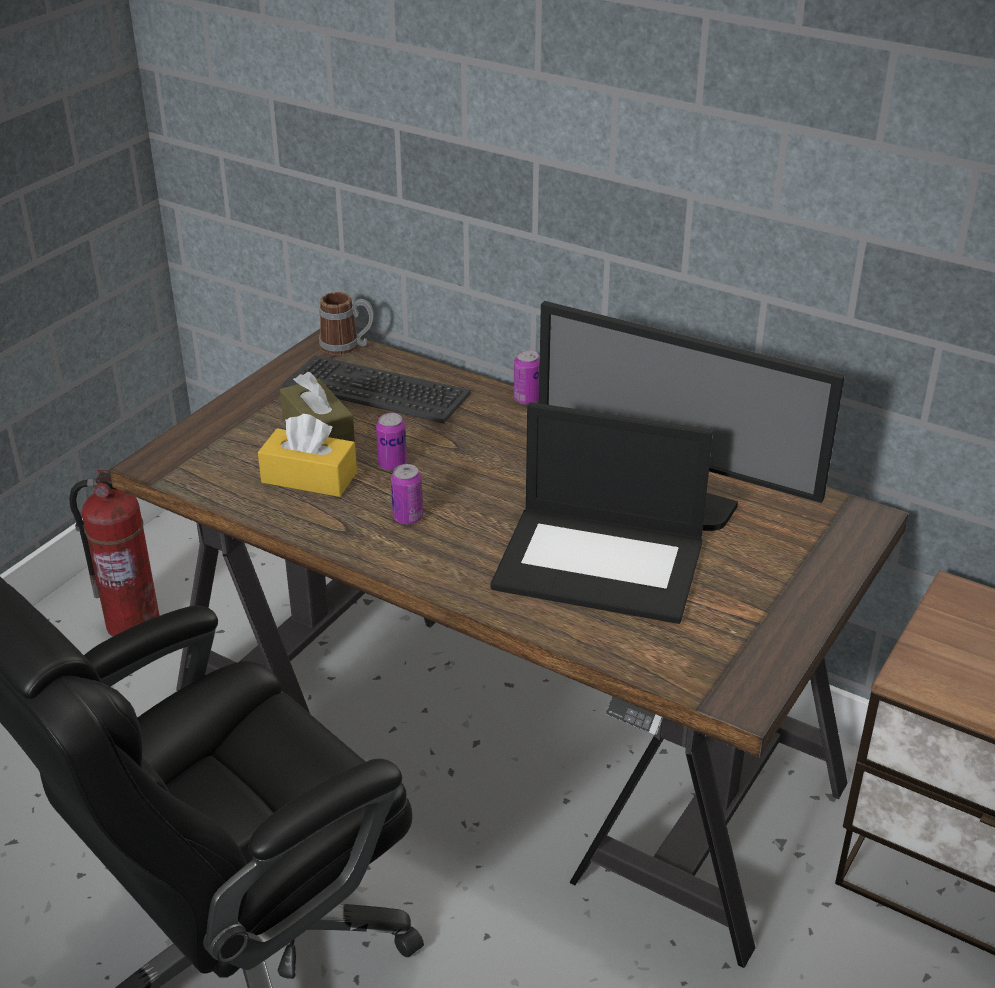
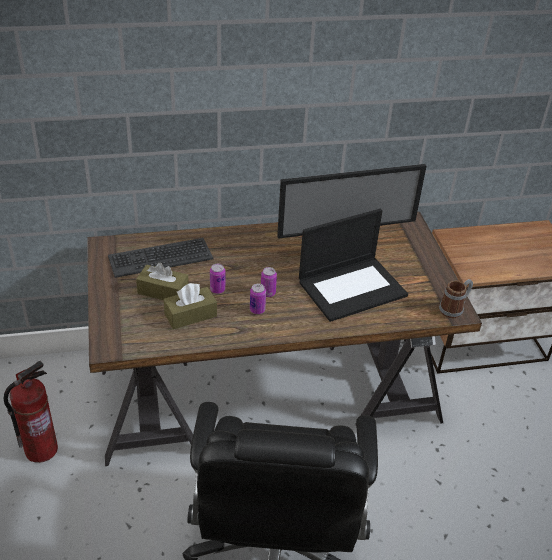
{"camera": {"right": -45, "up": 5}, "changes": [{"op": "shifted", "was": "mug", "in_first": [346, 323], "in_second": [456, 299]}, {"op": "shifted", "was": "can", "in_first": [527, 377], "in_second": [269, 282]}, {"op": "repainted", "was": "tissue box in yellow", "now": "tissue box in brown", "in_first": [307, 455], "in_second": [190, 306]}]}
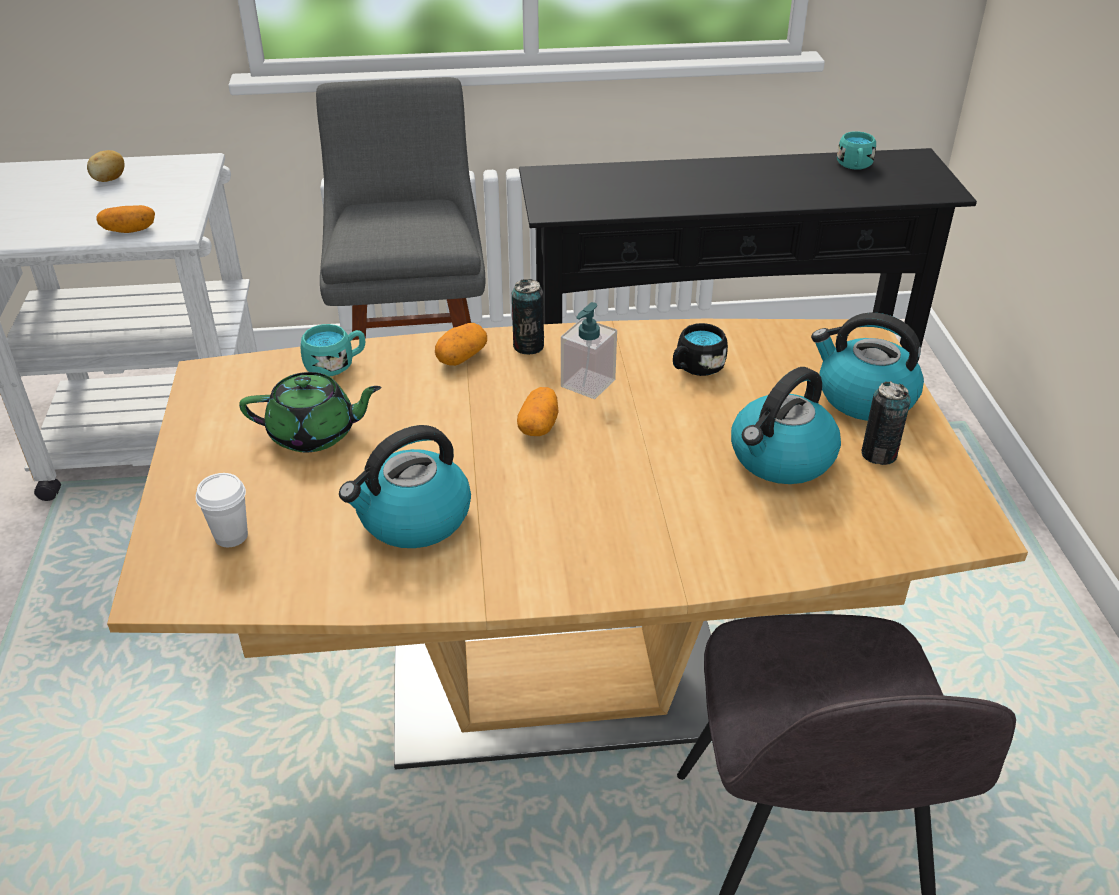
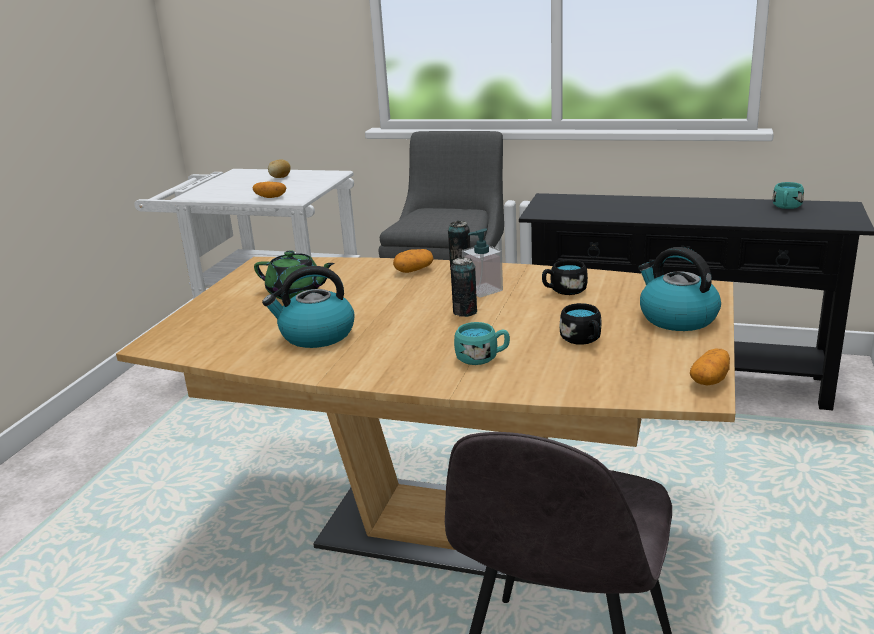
{"camera": {"right": 25, "up": -15}, "changes": [{"op": "shifted", "was": "mug in turquoise", "in_first": [333, 350], "in_second": [482, 343]}, {"op": "swapped", "was": "kettle", "now": "mug in black", "in_first": [786, 425], "in_second": [580, 324]}, {"op": "shifted", "was": "can", "in_first": [886, 423], "in_second": [464, 287]}, {"op": "shifted", "was": "potato", "in_first": [538, 411], "in_second": [710, 366]}, {"op": "gone", "was": "cup in white", "in_first": [222, 510]}]}
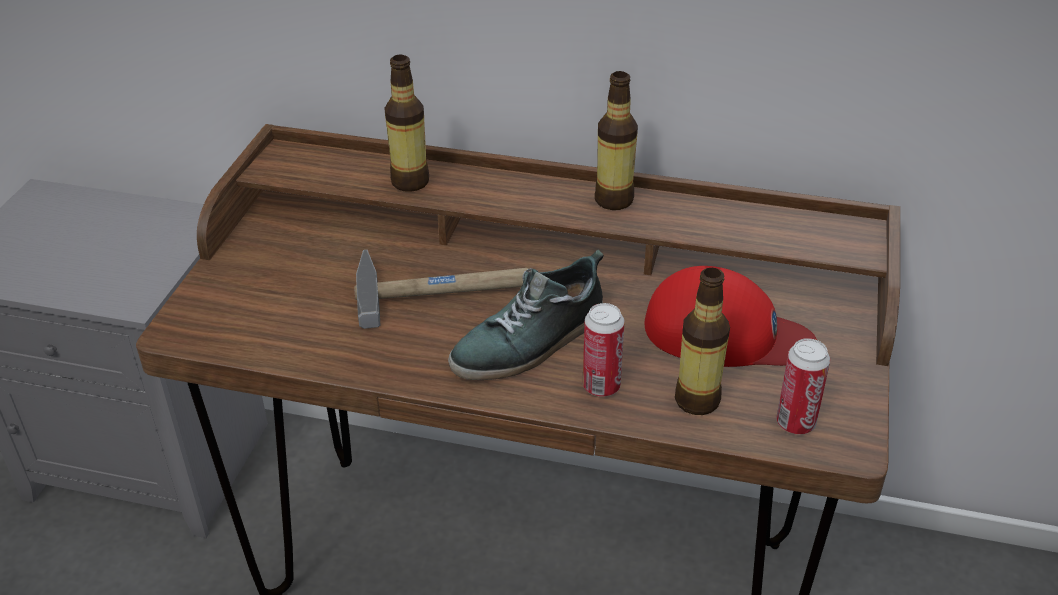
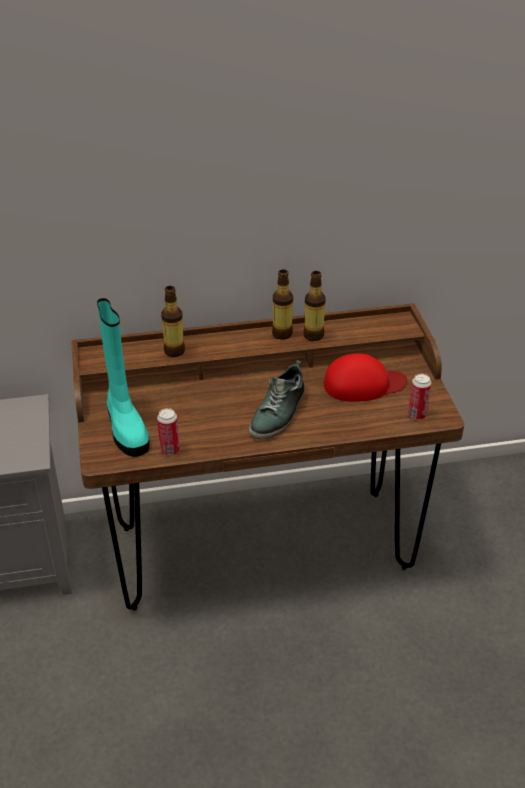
{"camera": {"right": -25, "up": 0}, "changes": [{"op": "gone", "was": "hammer", "in_first": [441, 289]}, {"op": "shifted", "was": "bottle", "in_first": [702, 341], "in_second": [314, 306]}, {"op": "shifted", "was": "can", "in_first": [604, 350], "in_second": [168, 432]}, {"op": "new", "now": "boot in turquoise", "in_second": [123, 377]}]}
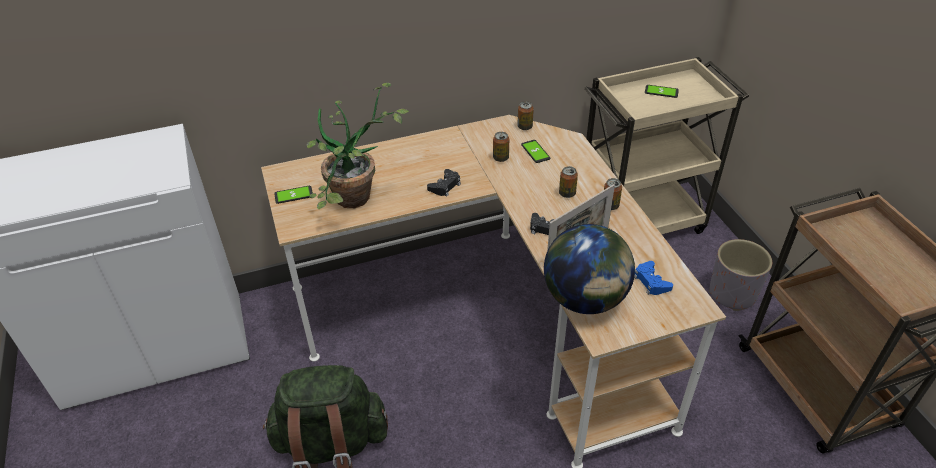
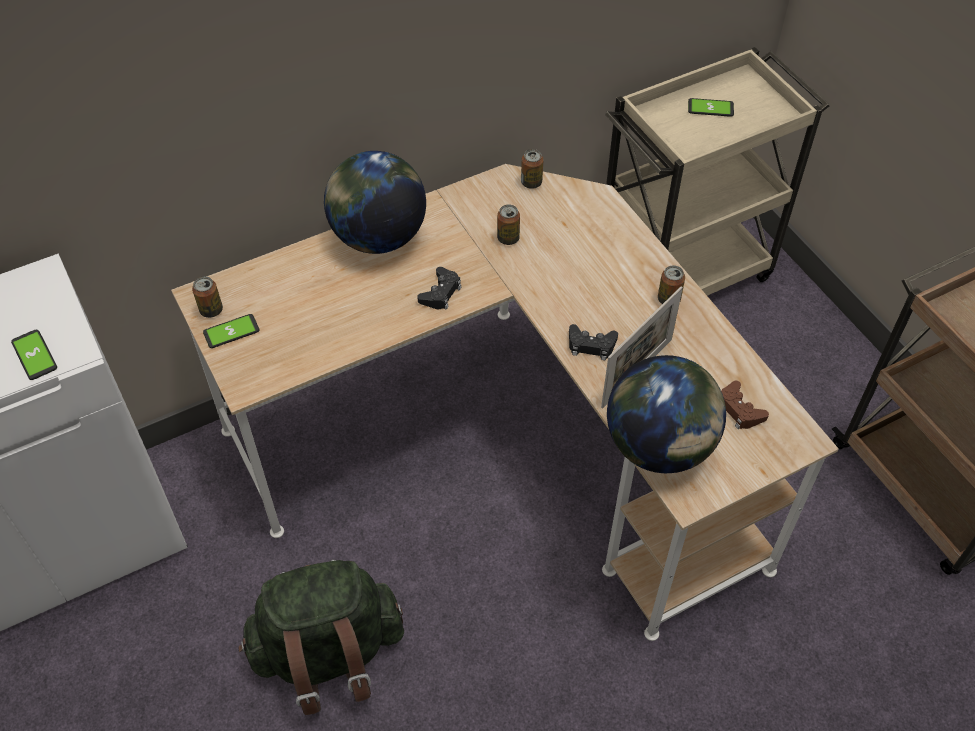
{"camera": {"right": -10, "up": 10}, "changes": [{"op": "gone", "was": "potted plant", "in_first": [358, 146]}, {"op": "shifted", "was": "phone", "in_first": [535, 151], "in_second": [34, 355]}, {"op": "shifted", "was": "can", "in_first": [568, 182], "in_second": [207, 297]}, {"op": "gone", "was": "planter in grey", "in_first": [740, 275]}, {"op": "repainted", "was": "game controller in blue", "now": "game controller in brown", "in_first": [653, 278], "in_second": [745, 405]}, {"op": "new", "now": "globe", "in_second": [375, 202]}]}
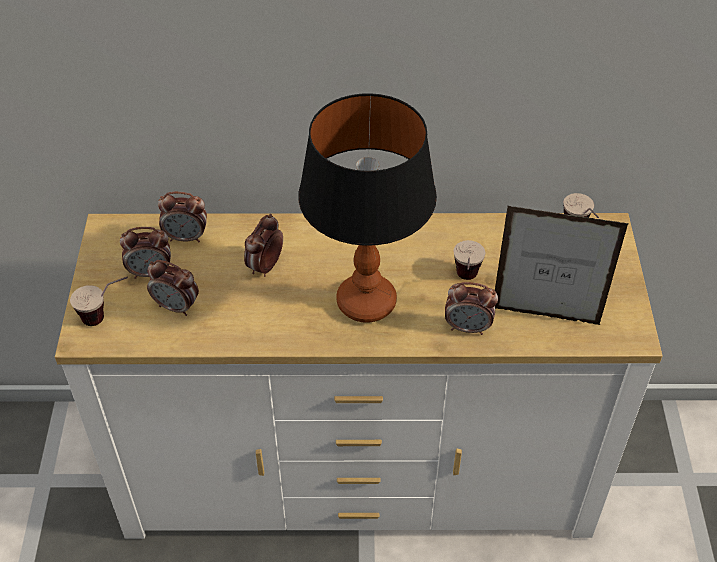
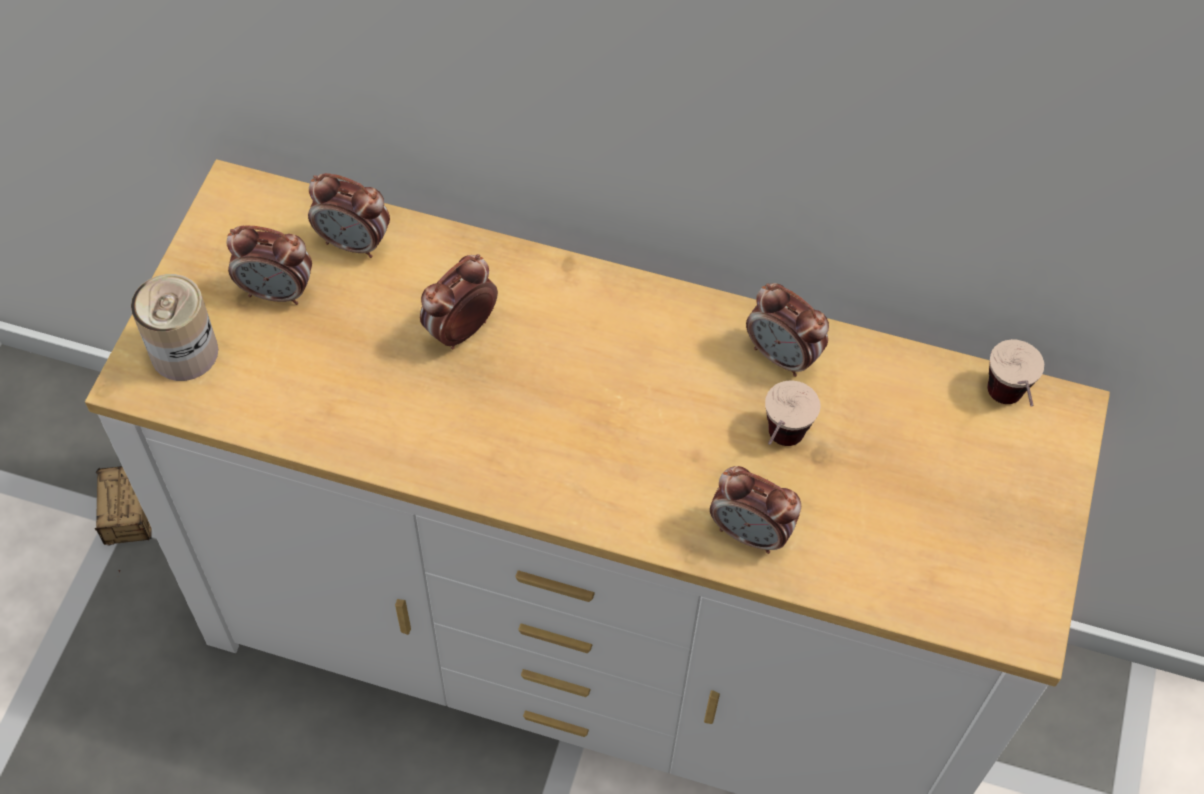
{"camera": {"right": 15, "up": 10}, "changes": [{"op": "gone", "was": "table lamp", "in_first": [367, 208]}, {"op": "gone", "was": "picture frame", "in_first": [562, 265]}, {"op": "shifted", "was": "alarm clock", "in_first": [173, 288], "in_second": [787, 330]}, {"op": "swapped", "was": "cup", "now": "can", "in_first": [99, 301], "in_second": [174, 327]}, {"op": "new", "now": "storage box", "in_second": [123, 519]}]}
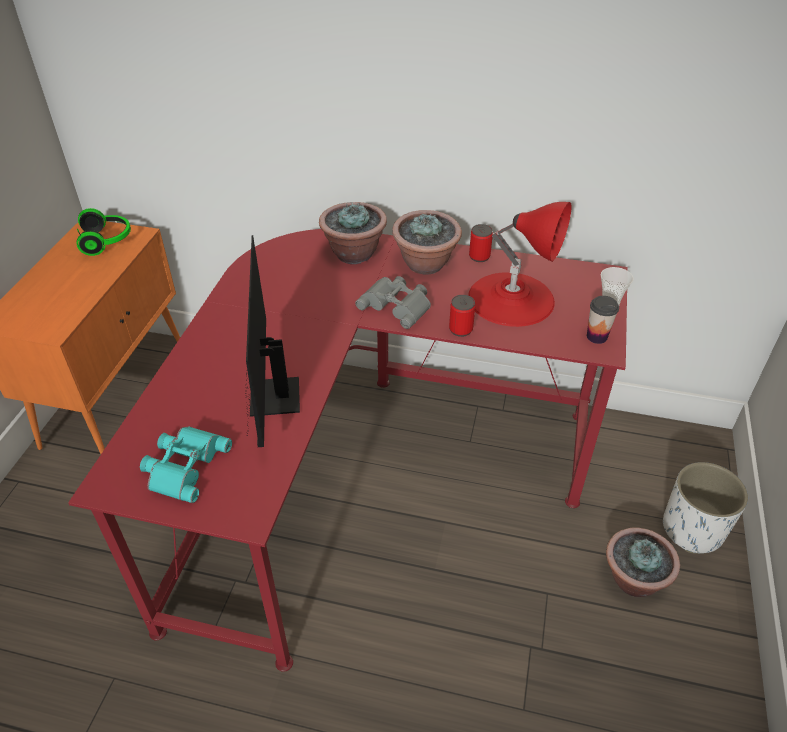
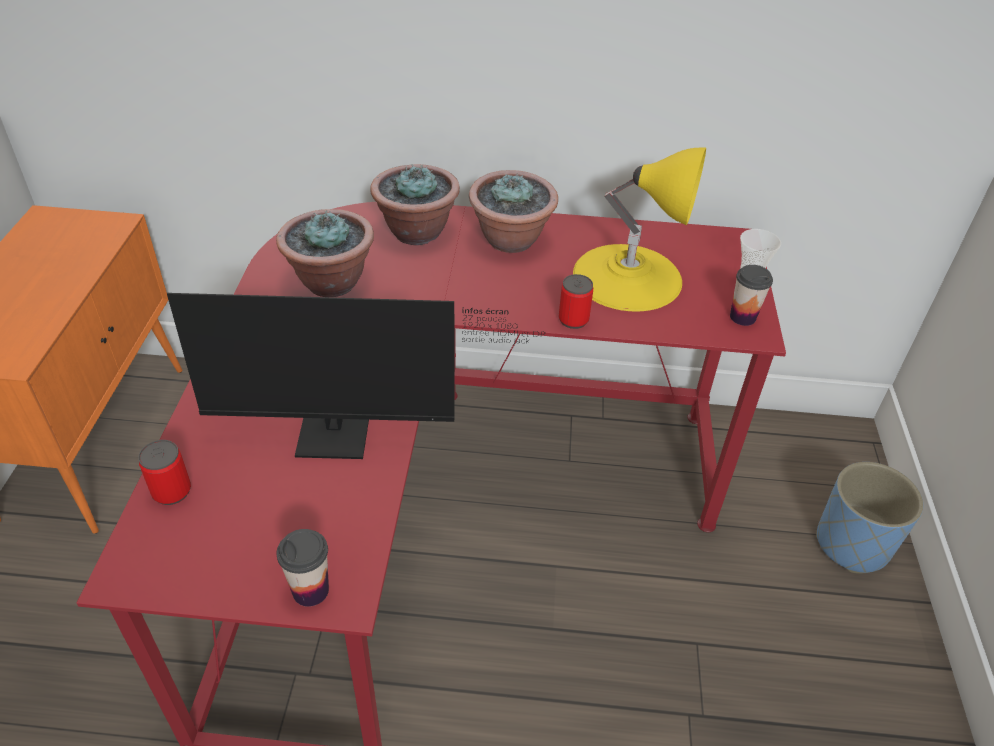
{"camera": {"right": -10, "up": 0}, "changes": [{"op": "repainted", "was": "table lamp in red", "now": "table lamp in yellow", "in_first": [520, 264], "in_second": [639, 230]}, {"op": "gone", "was": "headphones", "in_first": [104, 232]}, {"op": "shifted", "was": "can", "in_first": [481, 243], "in_second": [164, 472]}, {"op": "rotated", "was": "monitor", "in_first": [272, 341], "in_second": [355, 376], "clockwise": -75}, {"op": "gone", "was": "binoculars in grey", "in_first": [393, 302]}, {"op": "gone", "was": "binoculars in turquoise", "in_first": [186, 465]}, {"op": "repainted", "was": "planter in white", "now": "planter in blue", "in_first": [705, 508], "in_second": [869, 518]}, {"op": "shifted", "was": "potted plant", "in_first": [643, 562], "in_second": [325, 253]}, {"op": "new", "now": "cup", "in_second": [303, 568]}]}
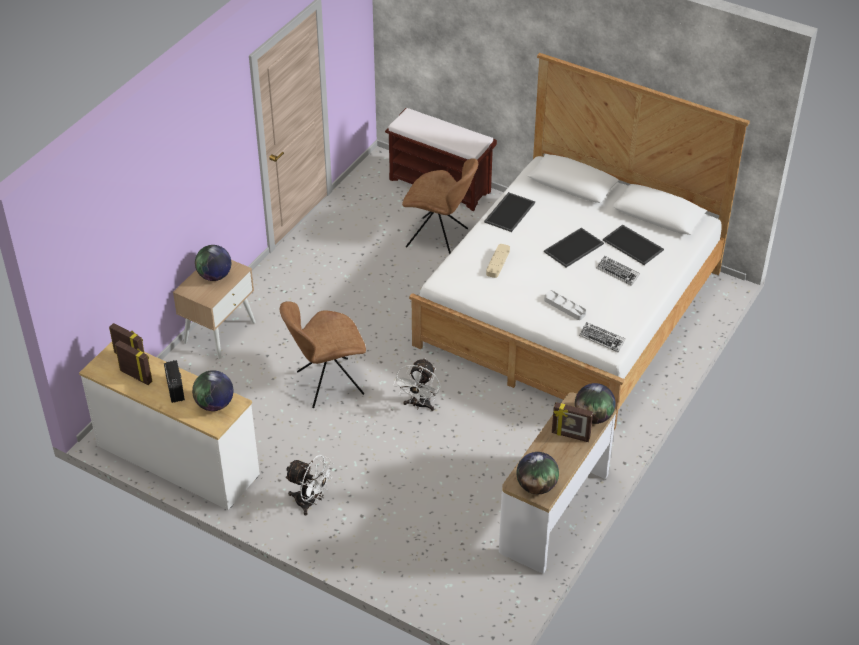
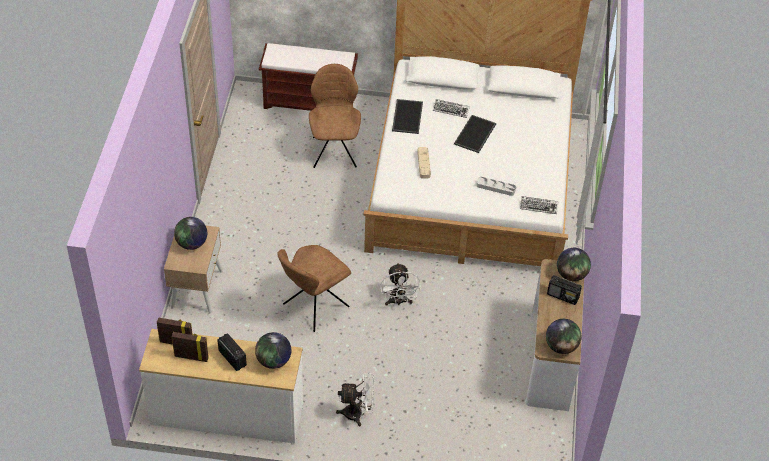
{"camera": {"right": -25, "up": 5}, "changes": [{"op": "rotated", "was": "chair in brown", "in_first": [440, 206], "in_second": [335, 116], "clockwise": -90}, {"op": "gone", "was": "tray", "in_first": [633, 245]}, {"op": "shifted", "was": "keyboard", "in_first": [618, 271], "in_second": [451, 108]}, {"op": "swapped", "was": "picture frame", "now": "radio", "in_first": [572, 422], "in_second": [564, 290]}]}
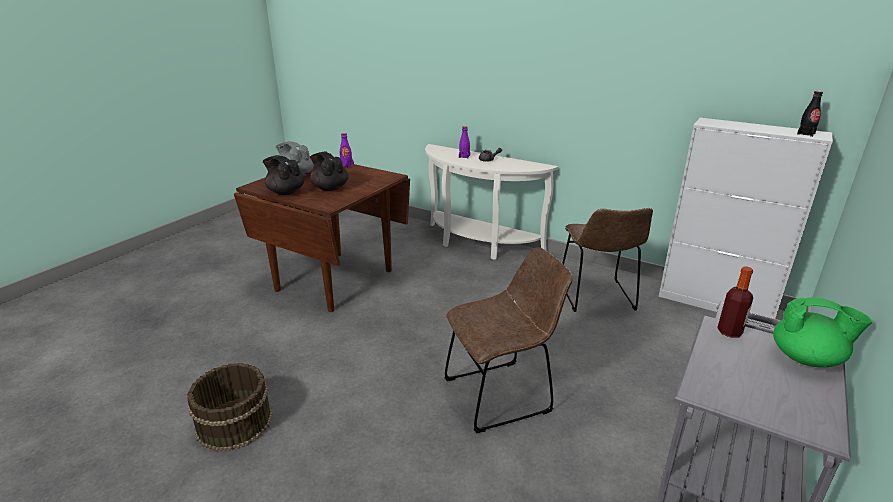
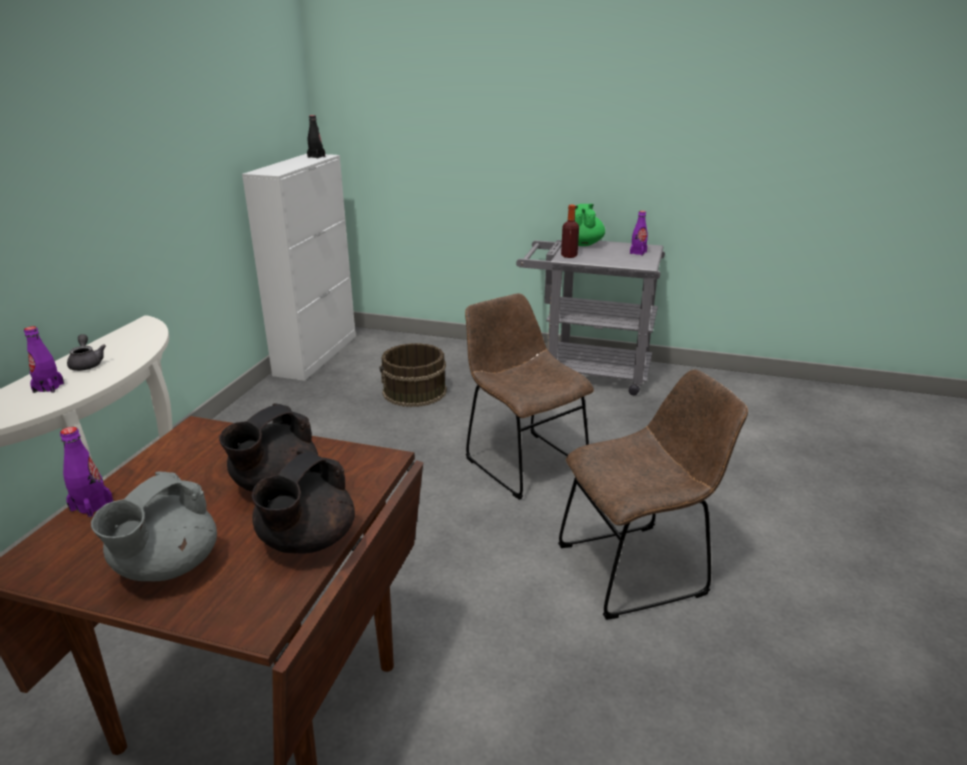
{"camera": {"right": -105, "up": 0}, "changes": [{"op": "shifted", "was": "chair in brown", "in_first": [608, 260], "in_second": [653, 494]}, {"op": "shifted", "was": "bucket in brown", "in_first": [230, 407], "in_second": [413, 375]}, {"op": "new", "now": "bottle in purple", "in_second": [639, 233]}]}
